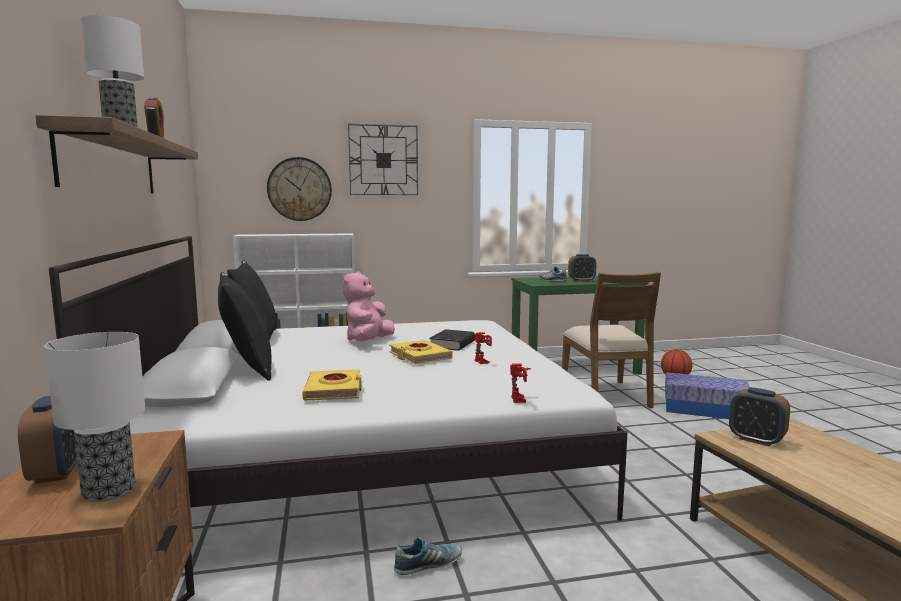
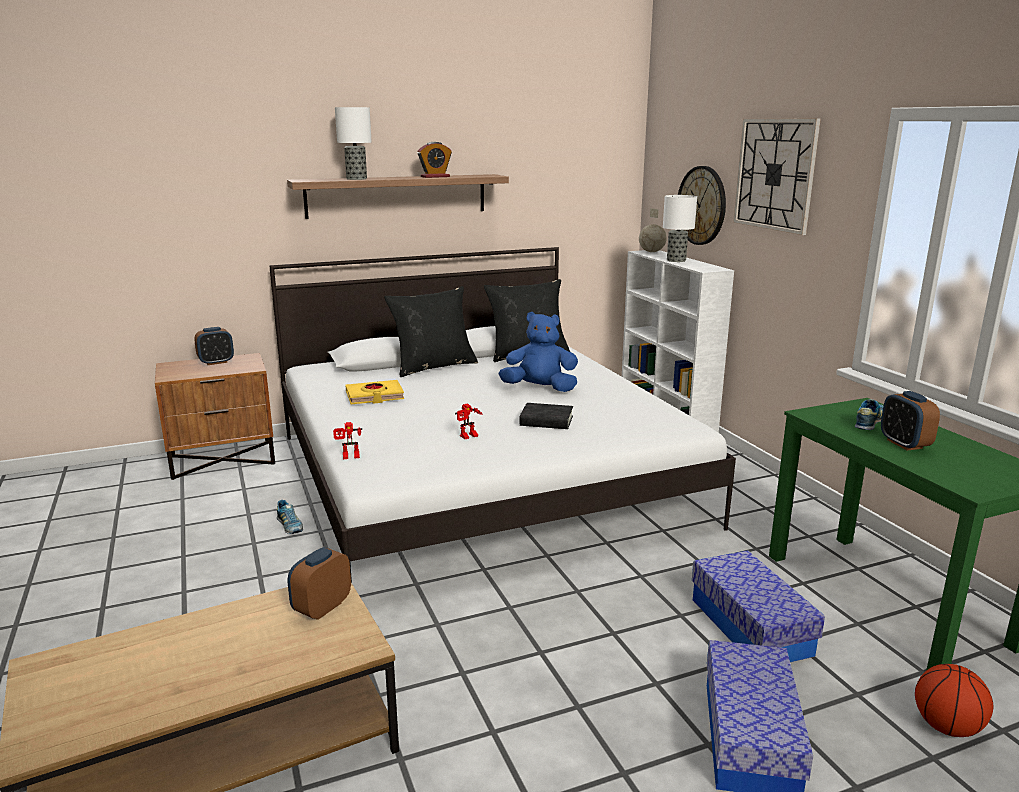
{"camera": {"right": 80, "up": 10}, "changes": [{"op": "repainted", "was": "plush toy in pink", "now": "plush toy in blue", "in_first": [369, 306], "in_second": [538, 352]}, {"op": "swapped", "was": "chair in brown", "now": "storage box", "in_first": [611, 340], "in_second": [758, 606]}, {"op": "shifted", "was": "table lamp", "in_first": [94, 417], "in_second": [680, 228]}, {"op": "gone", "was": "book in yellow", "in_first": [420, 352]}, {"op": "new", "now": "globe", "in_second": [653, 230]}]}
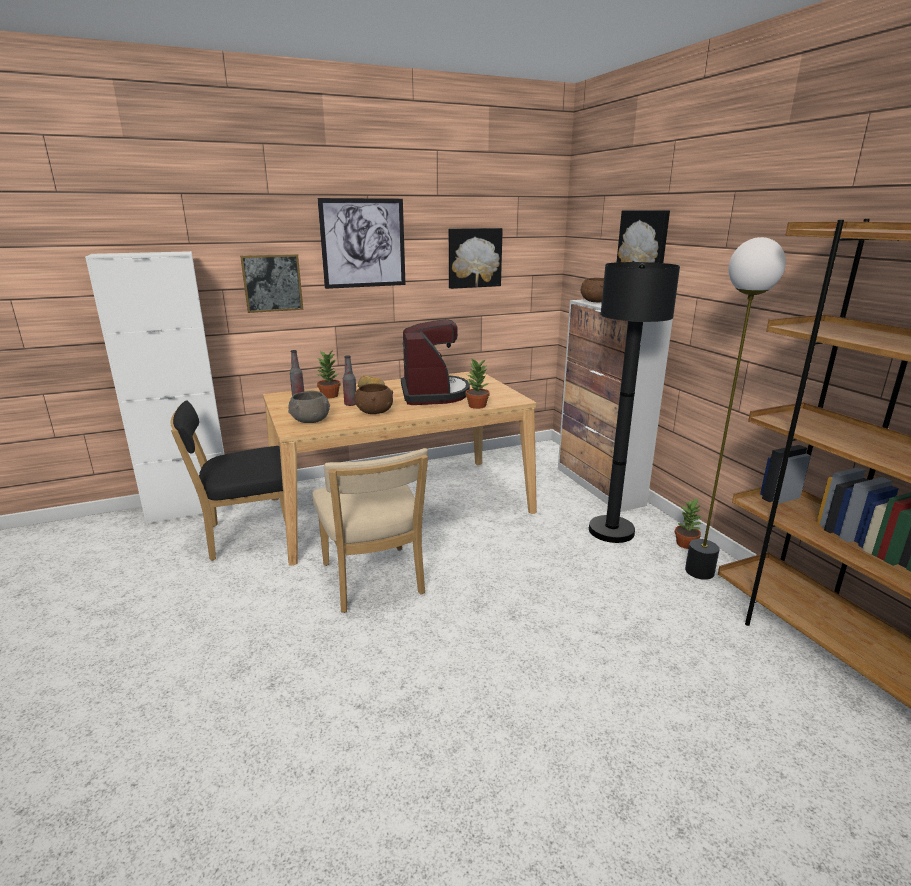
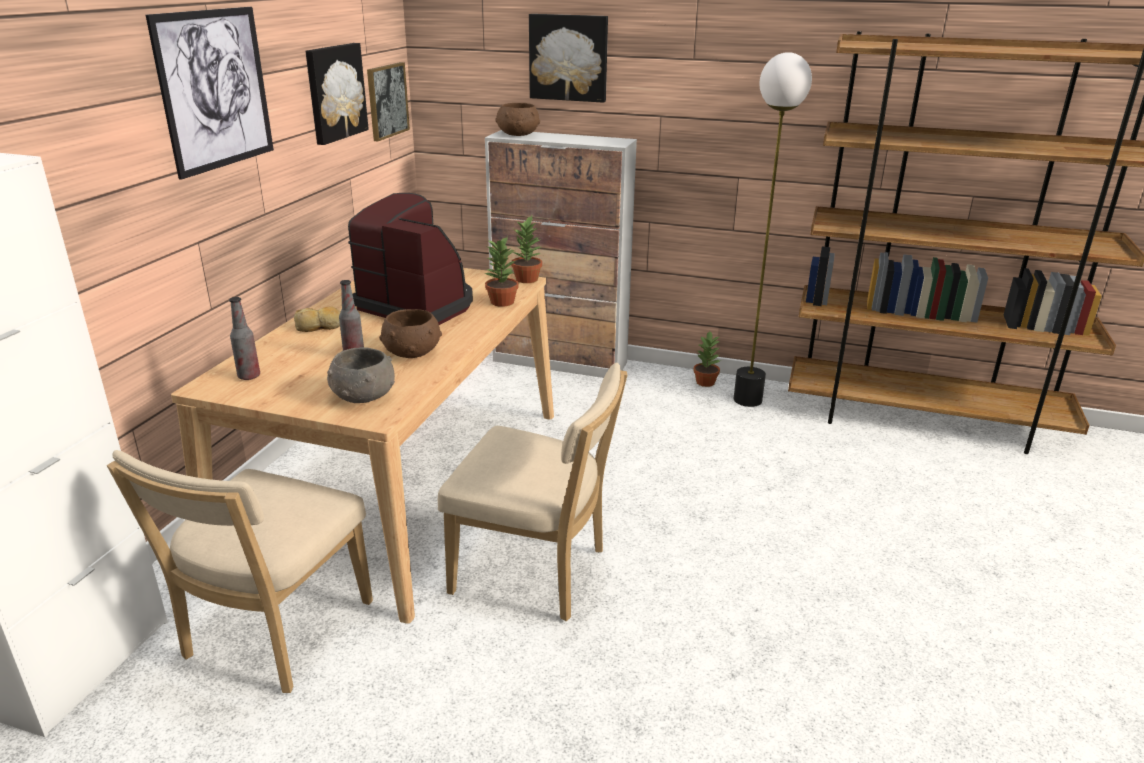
{"camera": {"right": -50, "up": 5}, "changes": [{"op": "shifted", "was": "picture", "in_first": [271, 283], "in_second": [388, 101]}, {"op": "gone", "was": "floor lamp in black", "in_first": [634, 402]}, {"op": "shifted", "was": "potted plant", "in_first": [328, 373], "in_second": [526, 249]}, {"op": "repainted", "was": "chair in black", "now": "chair in beige", "in_first": [228, 480], "in_second": [240, 571]}]}
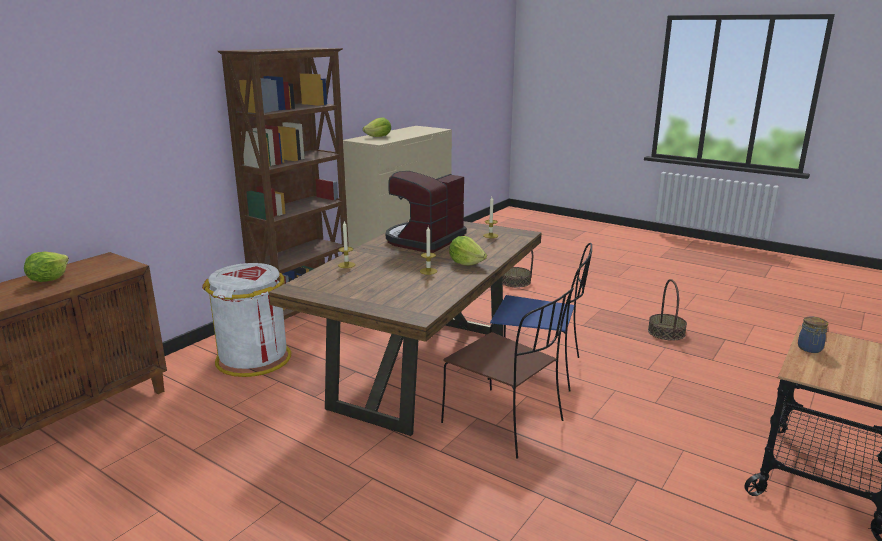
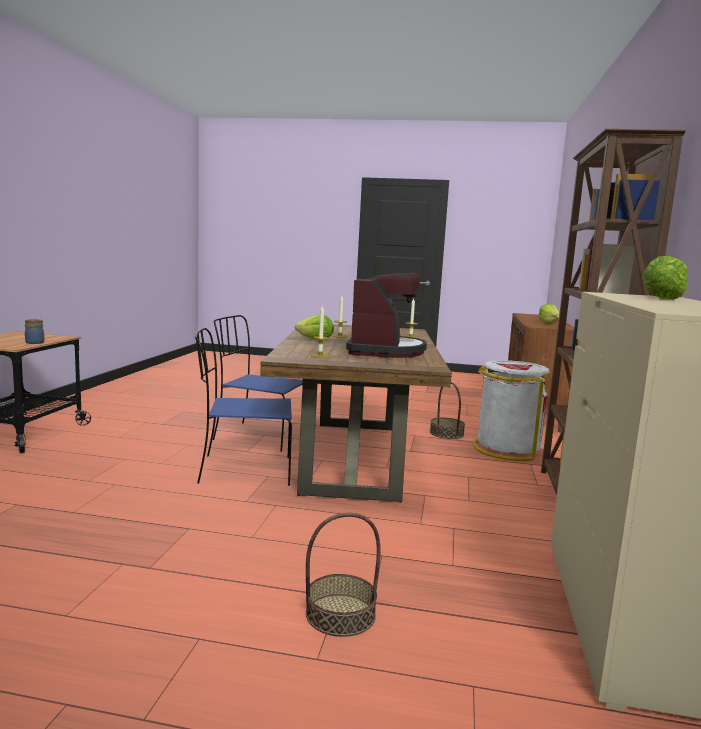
{"camera": {"right": 155, "up": -10}, "changes": [{"op": "shifted", "was": "basket", "in_first": [667, 310], "in_second": [447, 410]}, {"op": "repainted", "was": "chair in brown", "now": "chair in blue", "in_first": [507, 373], "in_second": [258, 383]}]}
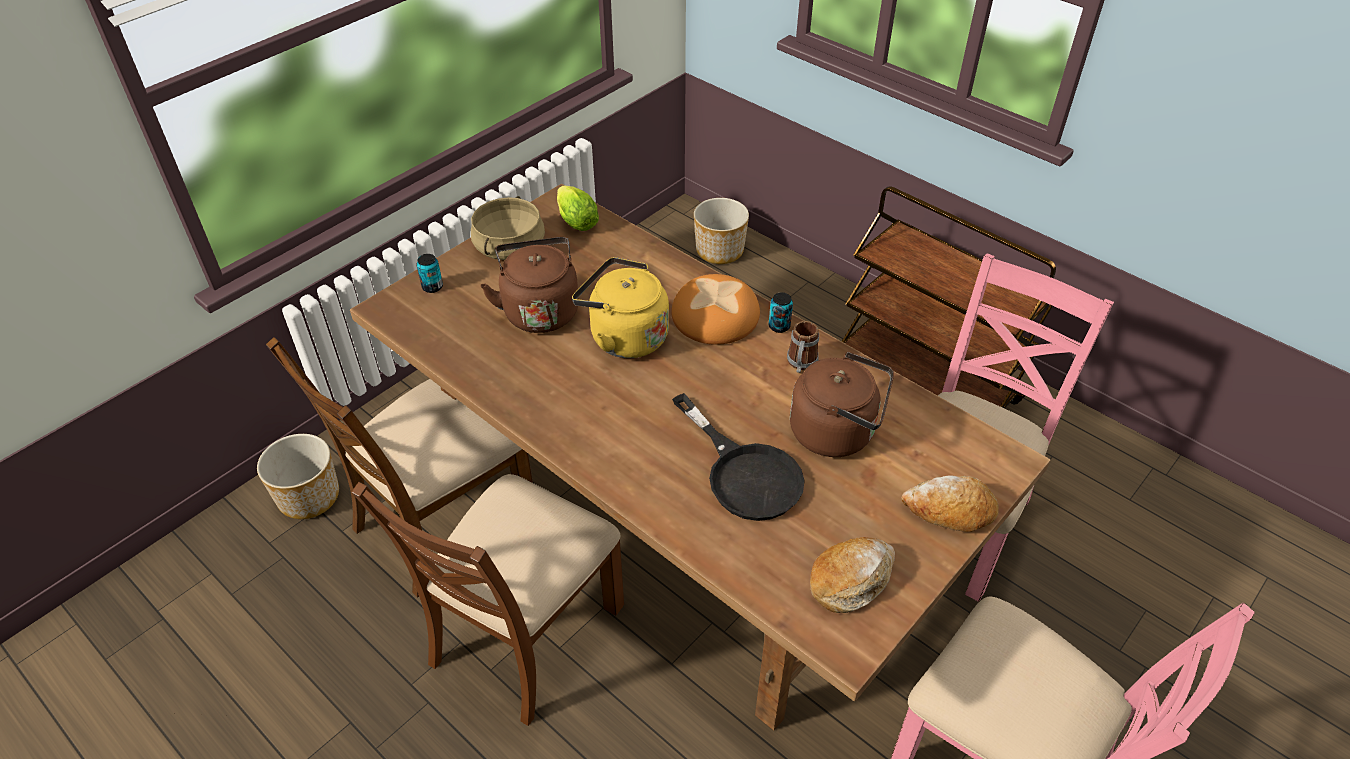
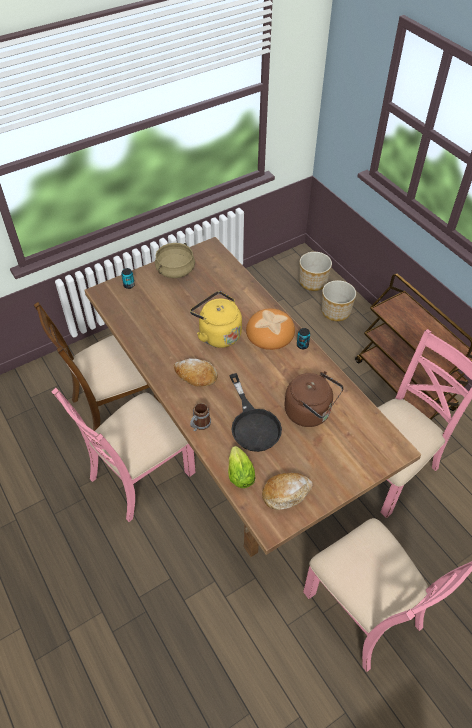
{"camera": {"right": 15, "up": 5}, "changes": [{"op": "shifted", "was": "lettuce", "in_first": [578, 208], "in_second": [242, 467]}, {"op": "gone", "was": "kettle in brown", "in_first": [530, 285]}, {"op": "shifted", "was": "mug", "in_first": [803, 347], "in_second": [200, 417]}, {"op": "shifted", "was": "planter", "in_first": [298, 476], "in_second": [338, 300]}, {"op": "repainted", "was": "chair in brown", "now": "chair in pink", "in_first": [488, 600], "in_second": [124, 455]}, {"op": "shifted", "was": "bread", "in_first": [950, 503], "in_second": [196, 372]}]}
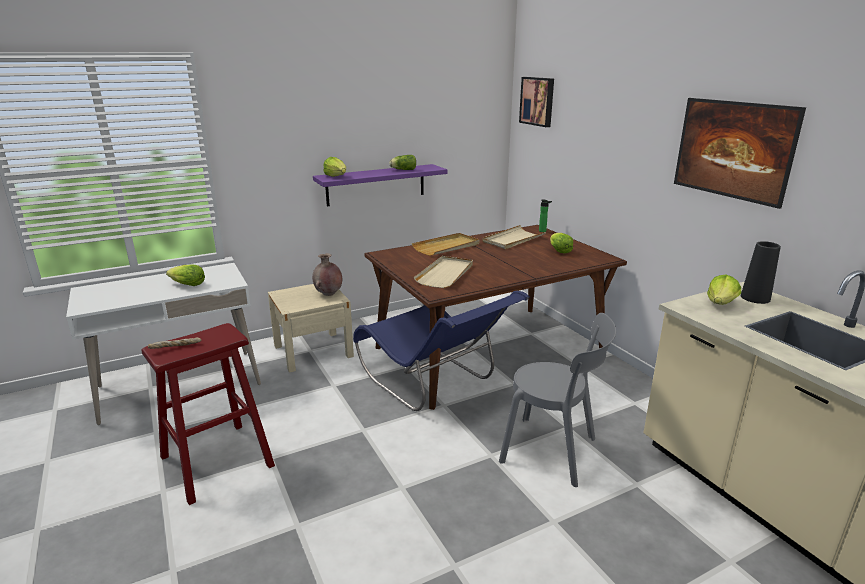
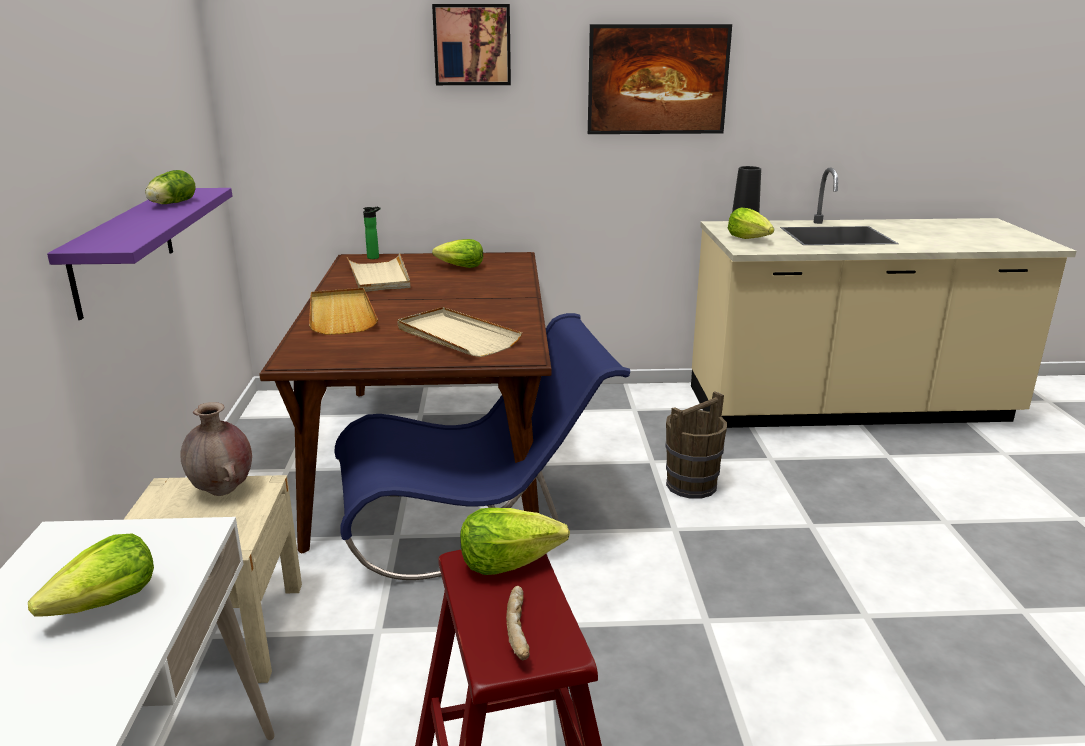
{"camera": {"right": -65, "up": 0}, "changes": [{"op": "shifted", "was": "picture", "in_first": [536, 102], "in_second": [471, 44]}, {"op": "shifted", "was": "lettuce", "in_first": [335, 167], "in_second": [515, 541]}, {"op": "swapped", "was": "chair in grey", "now": "bucket in brown", "in_first": [557, 400], "in_second": [696, 445]}]}
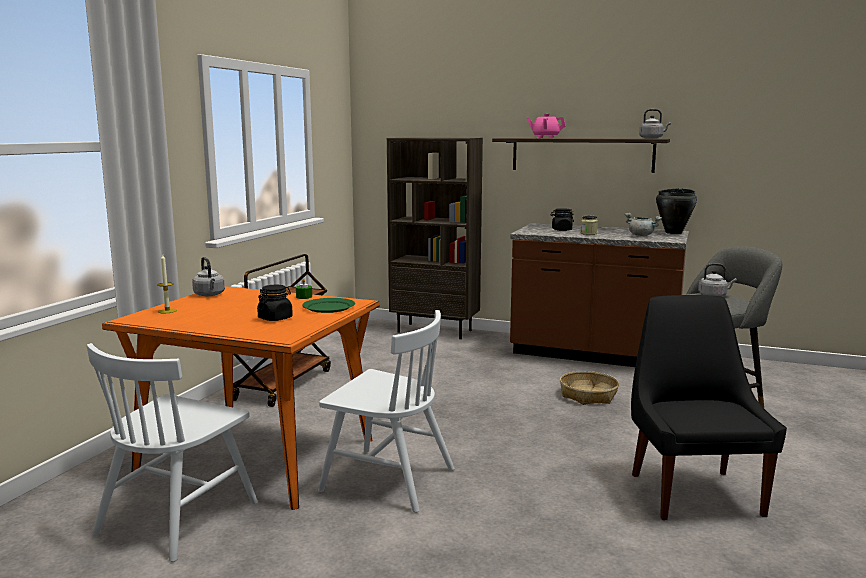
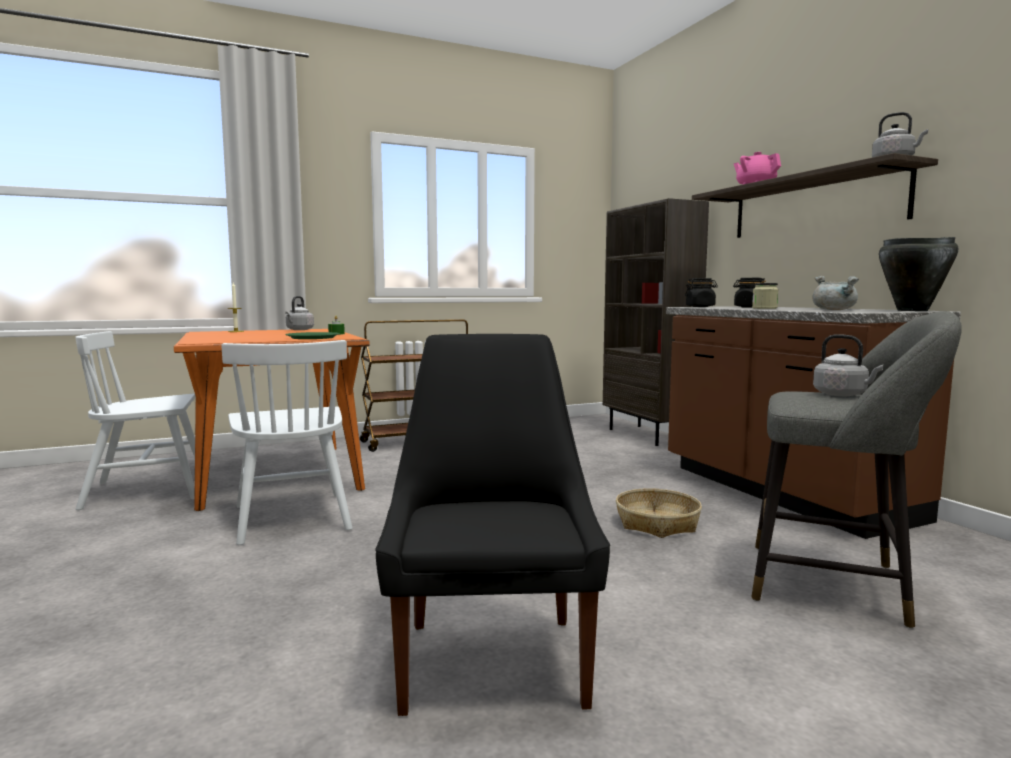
{"camera": {"right": 45, "up": -5}, "changes": [{"op": "shifted", "was": "jar in black", "in_first": [275, 303], "in_second": [701, 292]}, {"op": "rotated", "was": "chair in black", "in_first": [709, 407], "in_second": [492, 525], "clockwise": -45}]}
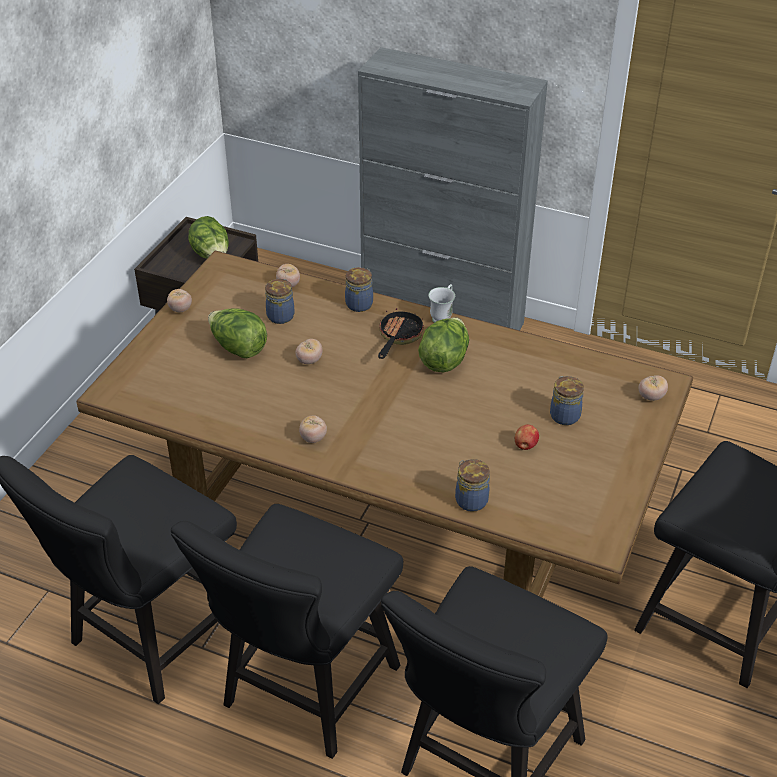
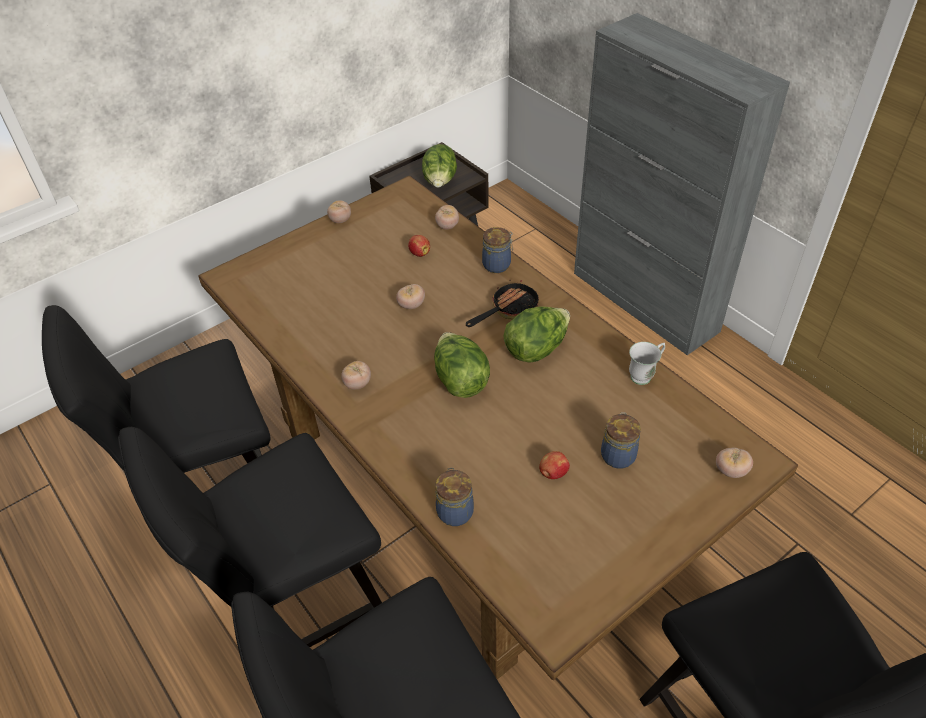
{"camera": {"right": 30, "up": 5}, "changes": [{"op": "swapped", "was": "jar", "now": "apple", "in_first": [280, 301], "in_second": [419, 246]}, {"op": "shifted", "was": "mug in white", "in_first": [441, 303], "in_second": [647, 363]}, {"op": "shifted", "was": "lettuce", "in_first": [237, 333], "in_second": [462, 365]}]}
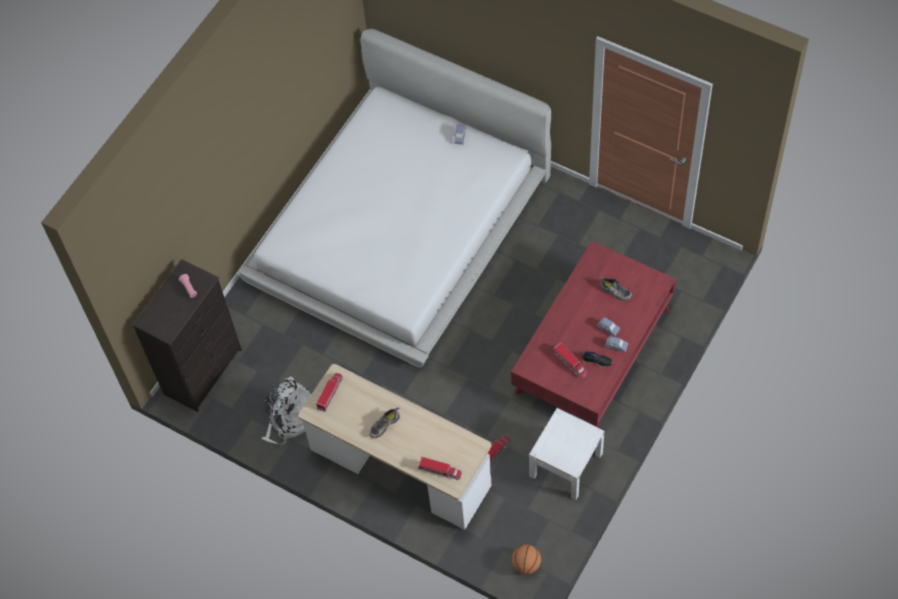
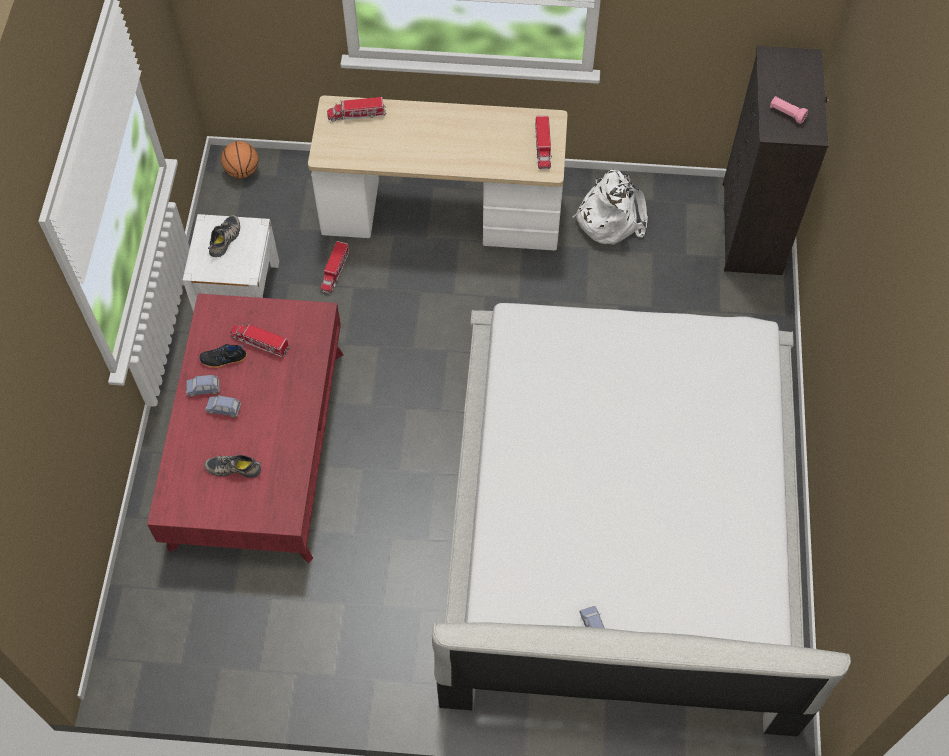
{"camera": {"right": 150, "up": 0}, "changes": [{"op": "shifted", "was": "shoe", "in_first": [384, 422], "in_second": [224, 236]}]}
